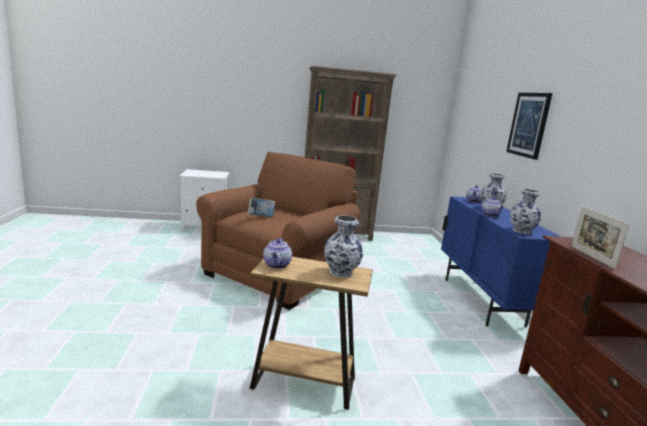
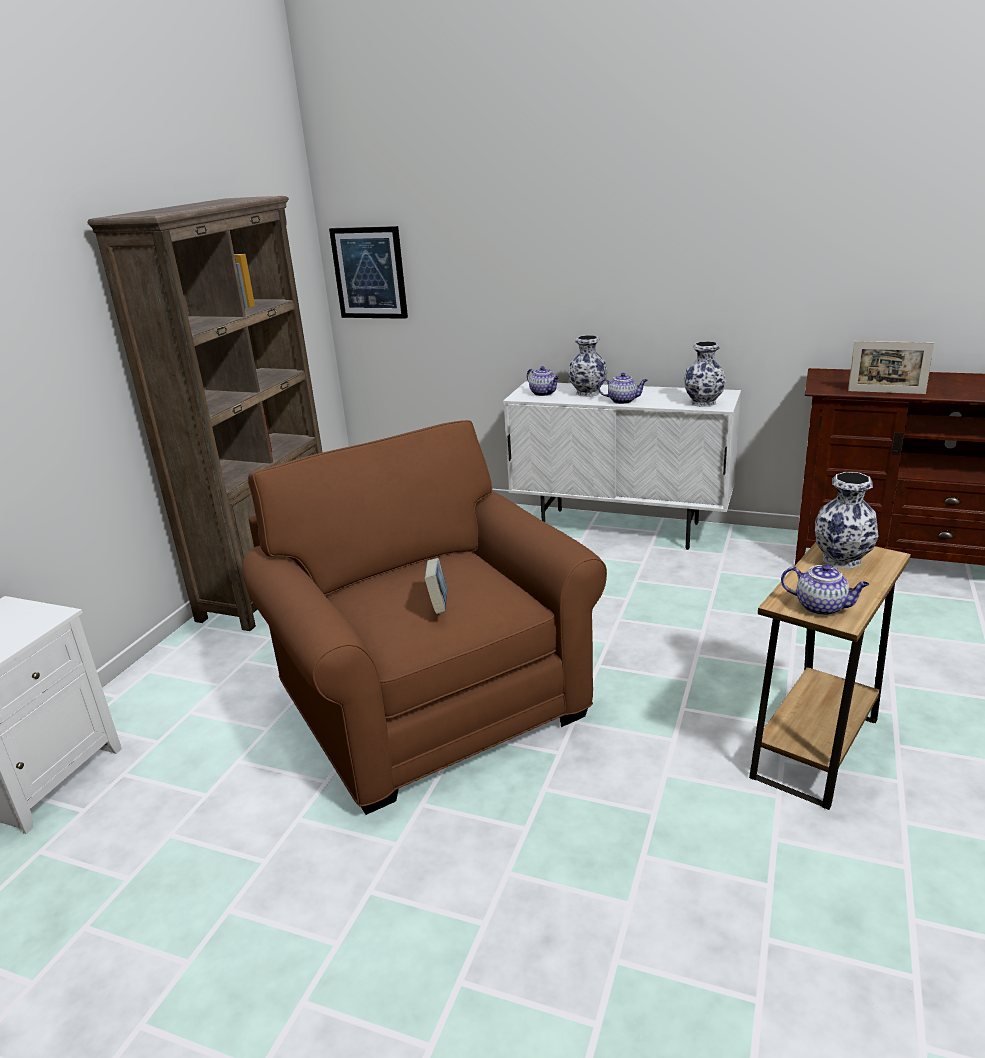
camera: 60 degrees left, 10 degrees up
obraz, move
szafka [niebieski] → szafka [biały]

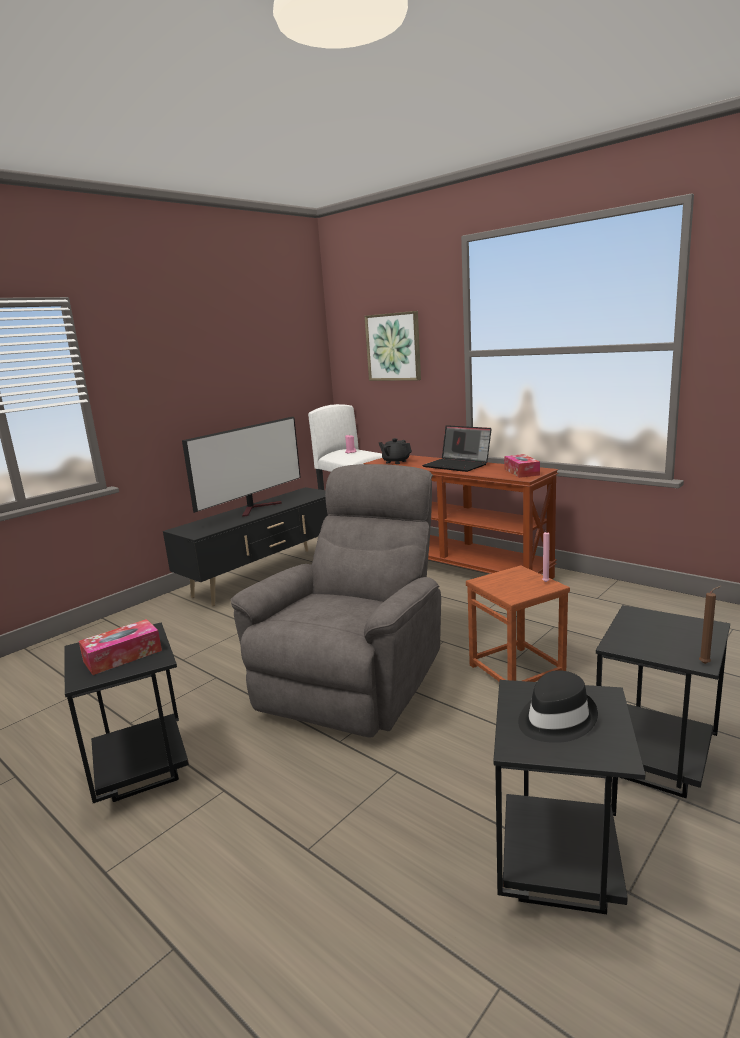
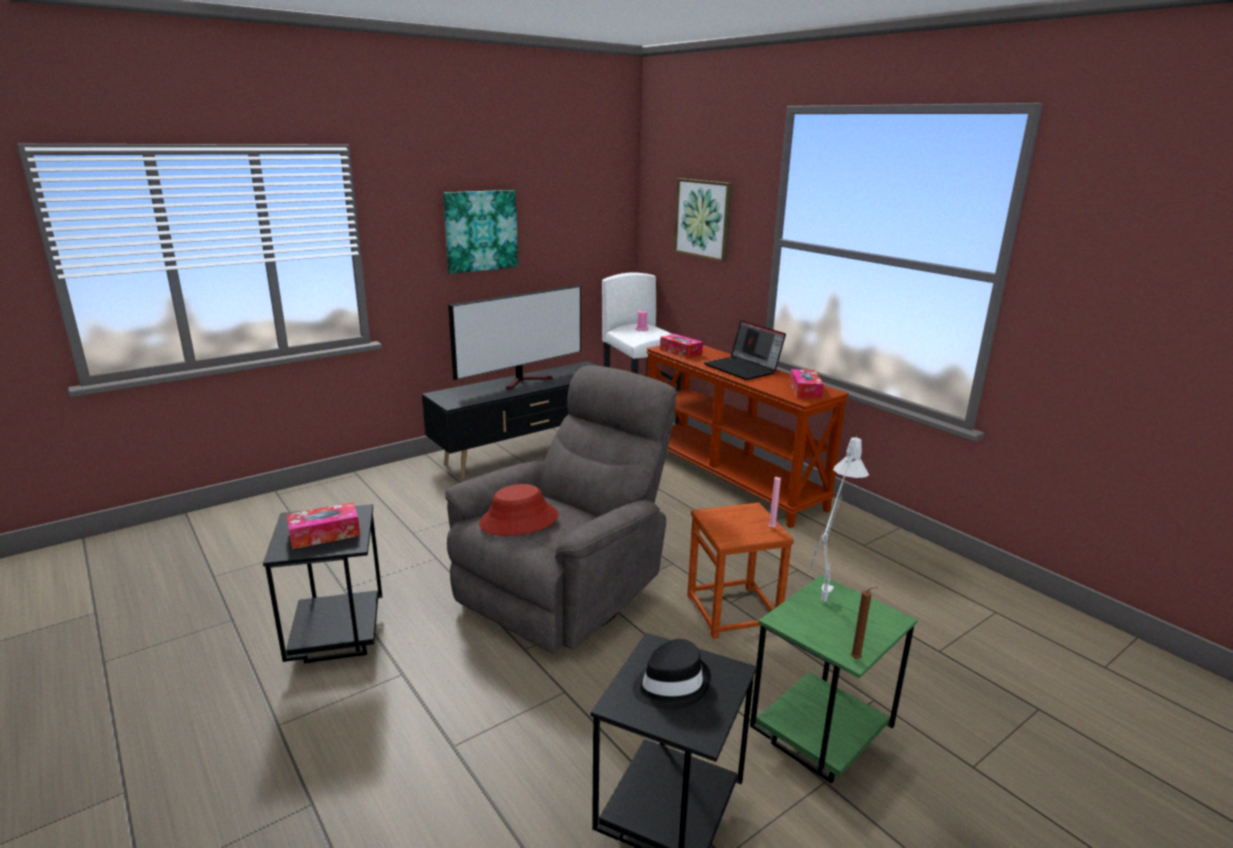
camera: 10 degrees right, 5 degrees up
imbryk [czarny] → pudełko chusteczek (2nd from left)
stolik [czarny] (3rd from left) → stolik [zielony]
- → obraz (1st from left)
- → lampa stołowa [szary]
- → kapelusz [czerwony]

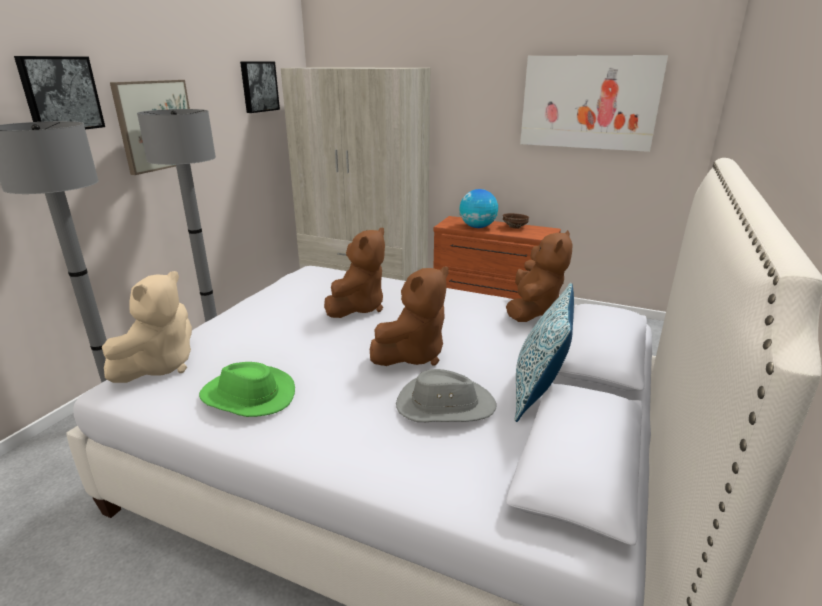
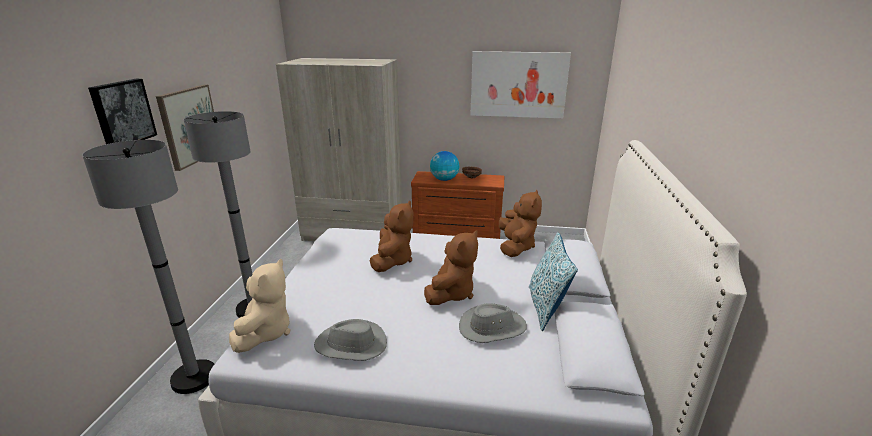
camera: 15 degrees left, 0 degrees up
obraz (3rd from left) → -
kapelusz [zielony] → kapelusz [szary] (1st from left)

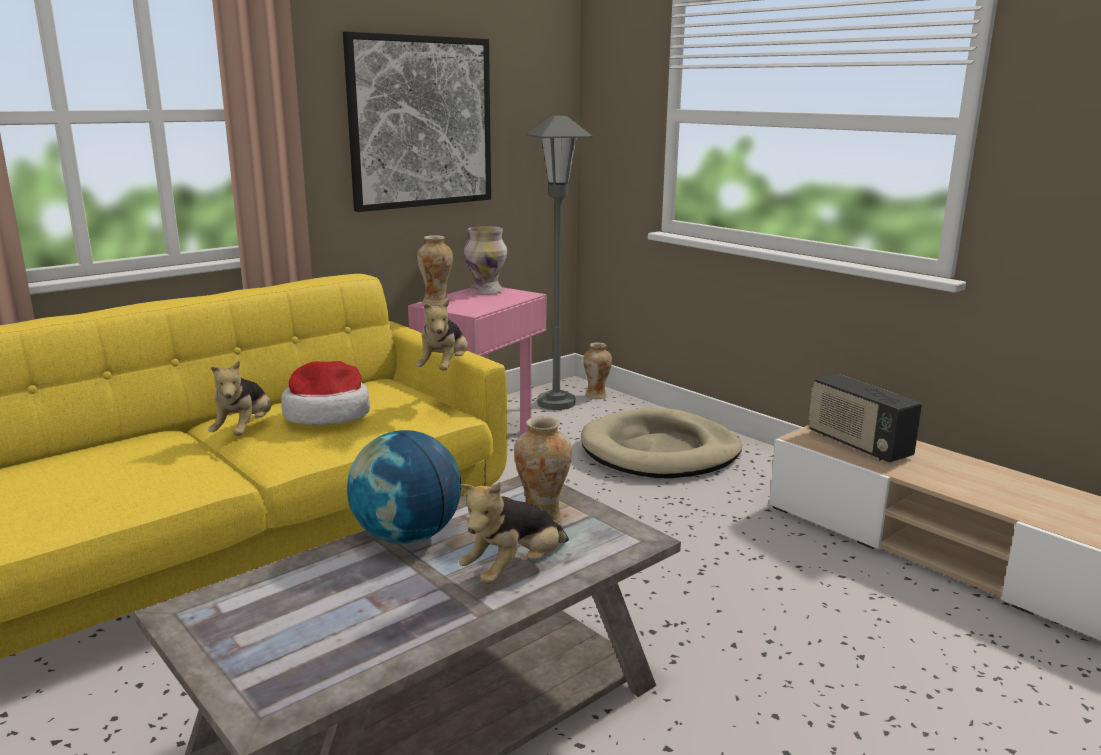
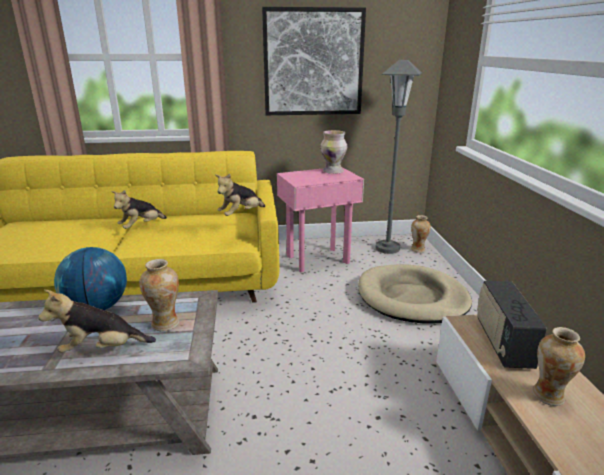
camera: 35 degrees right, 5 degrees up
wazon (1st from left in the first image) → wazon (4th from left), move
kapelusz → -

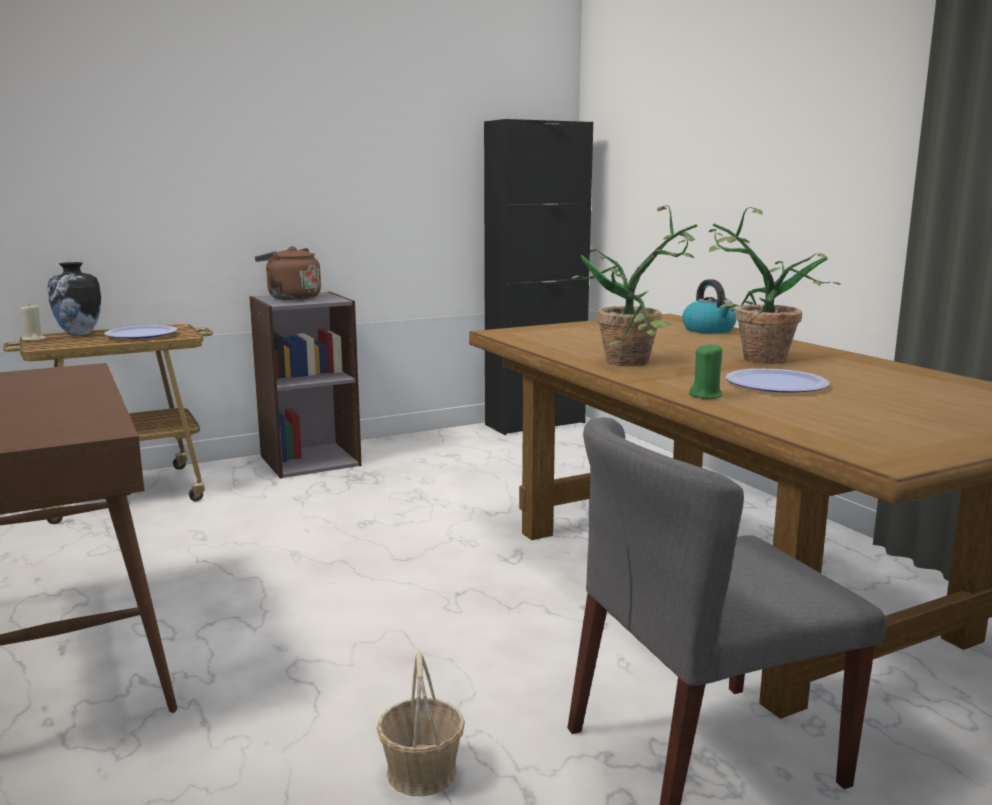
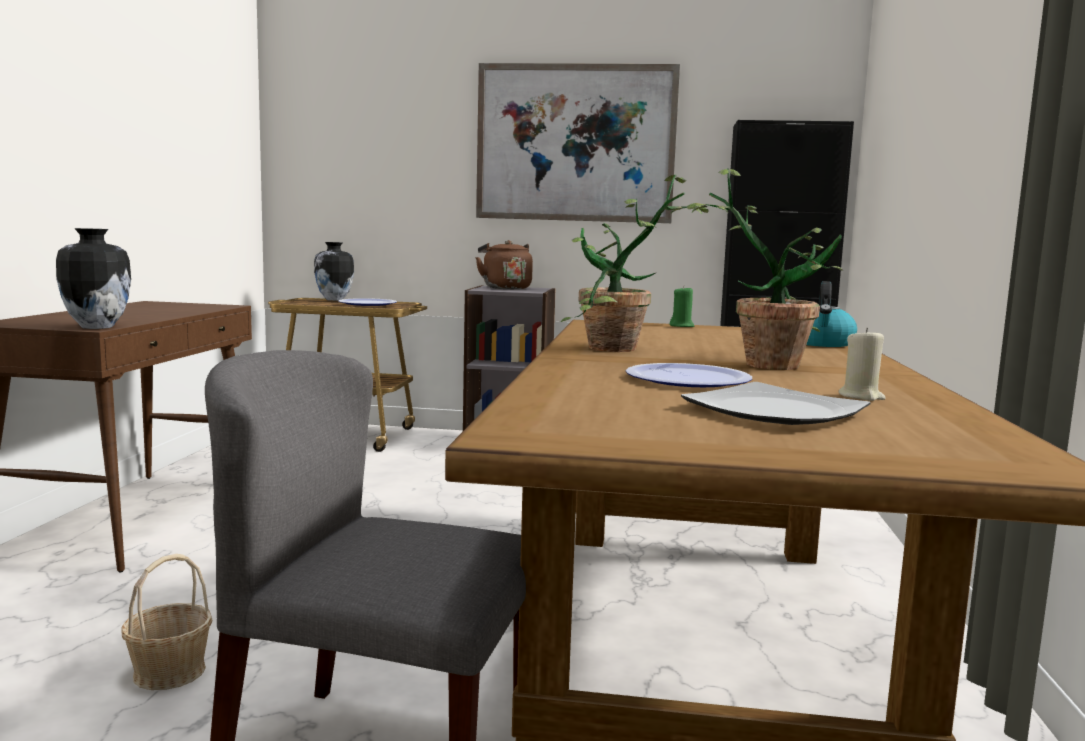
camera: 35 degrees right, 5 degrees down
świeca [beżowy], move
świeca [zielony], move
- → obraz
- → wazon (1st from left)
- → talerz (3rd from left)

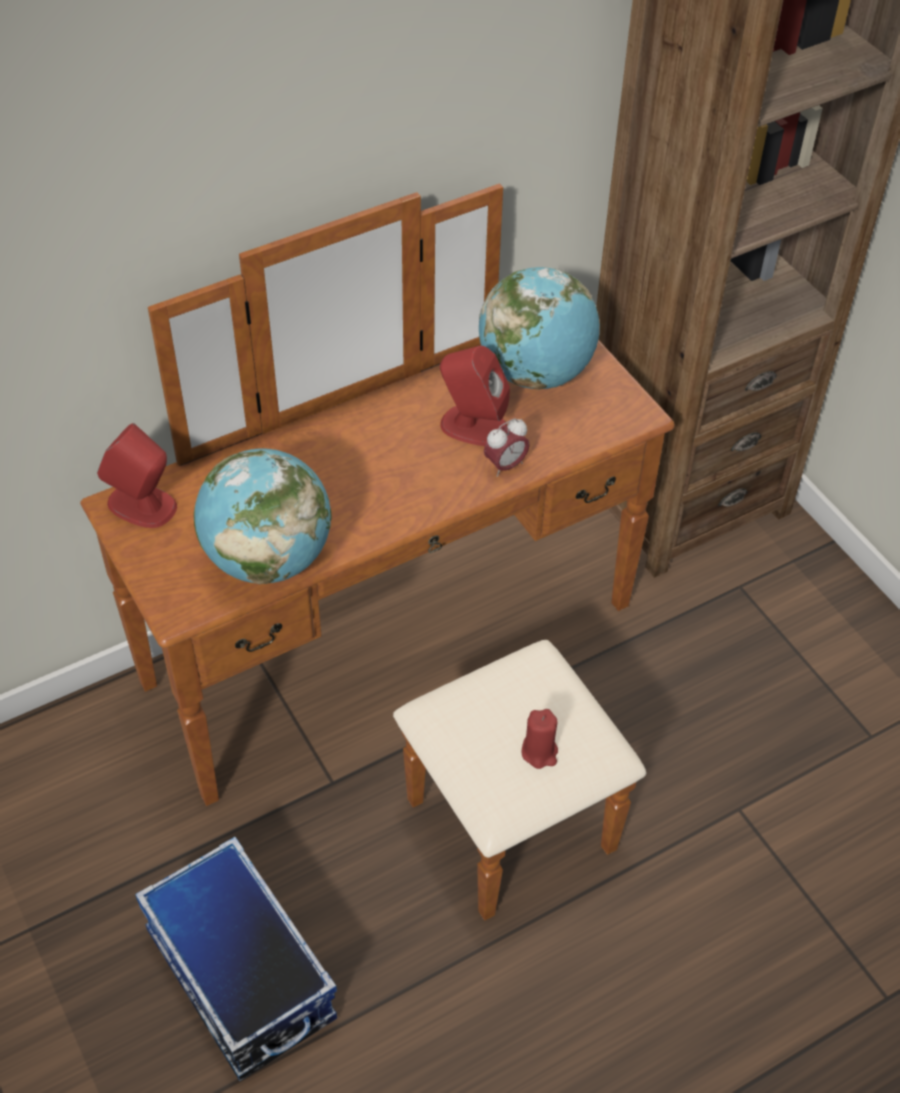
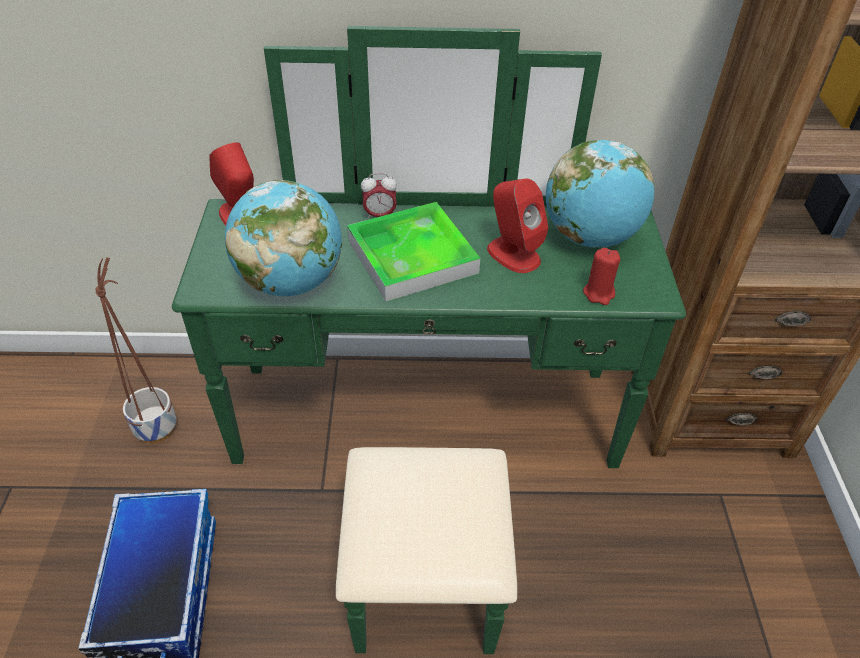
camera: 30 degrees right, 5 degrees down
komoda [brązowy] → komoda [zielony]
budzik, move
świeca [czerwony], move
- → taca
- → donica

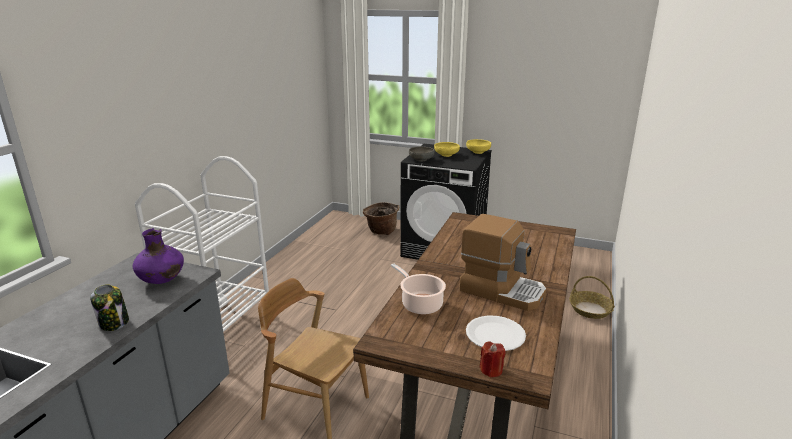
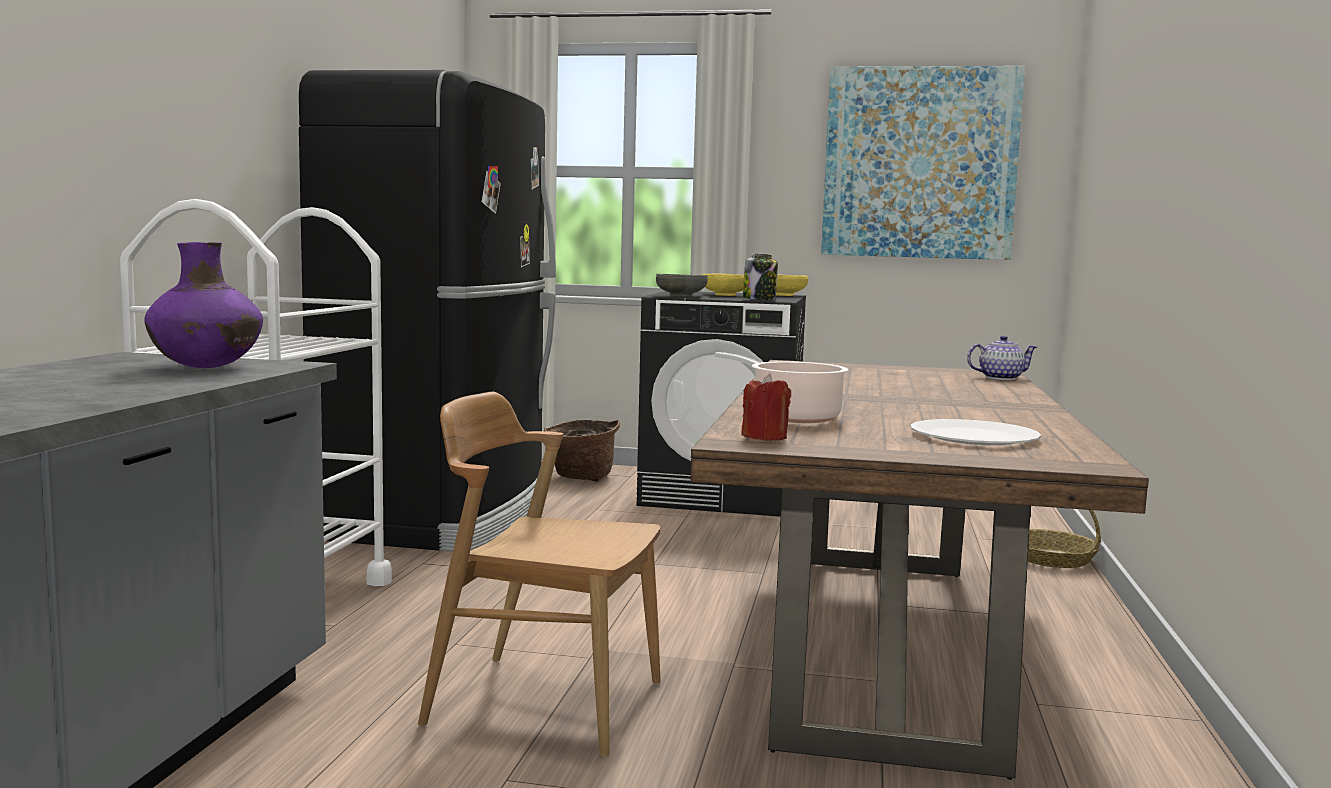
camera: 10 degrees left, 15 degrees down
ekspres do kawy → -
słoik, move
świeca [czerwony], move
- → obraz
- → lodówka [czarny]
- → imbryk

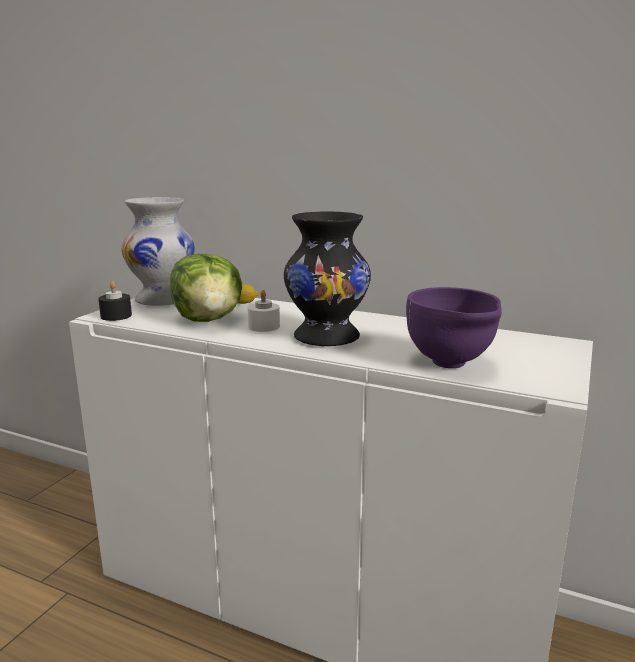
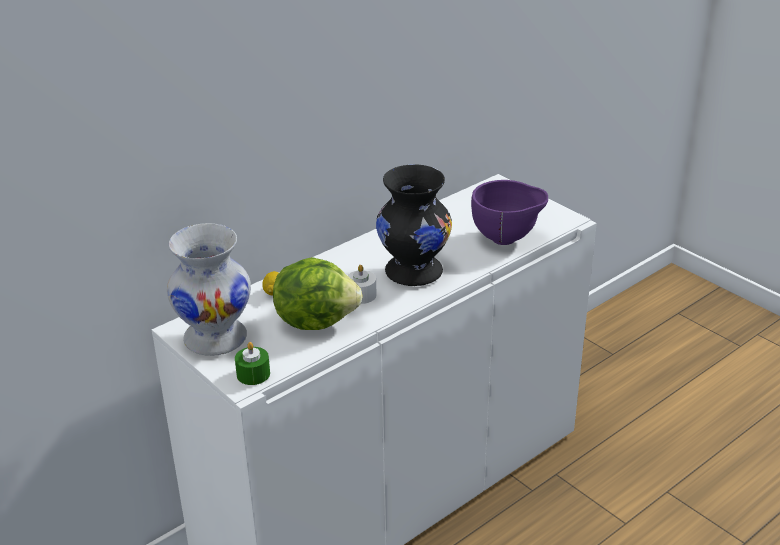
camera: 65 degrees left, 15 degrees up
świeca [czarny] → świeca [zielony]

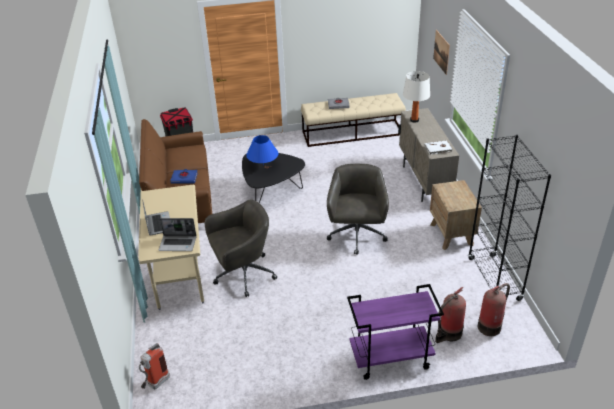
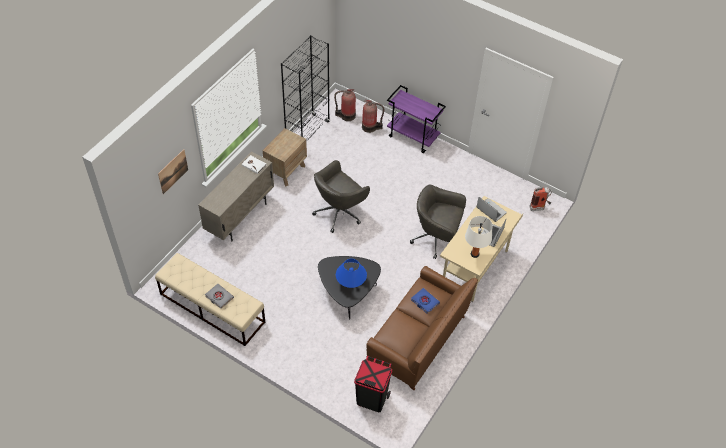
camera: 140 degrees left, 15 degrees up
lampa stołowa [biały], move

